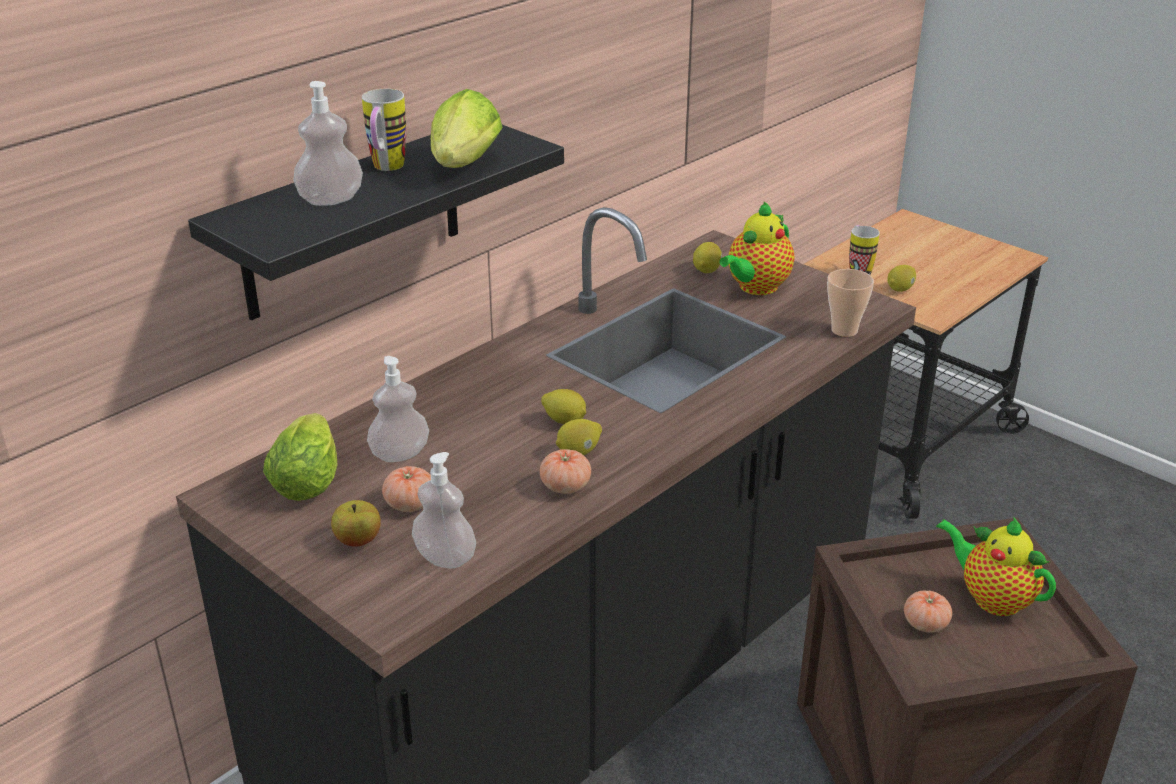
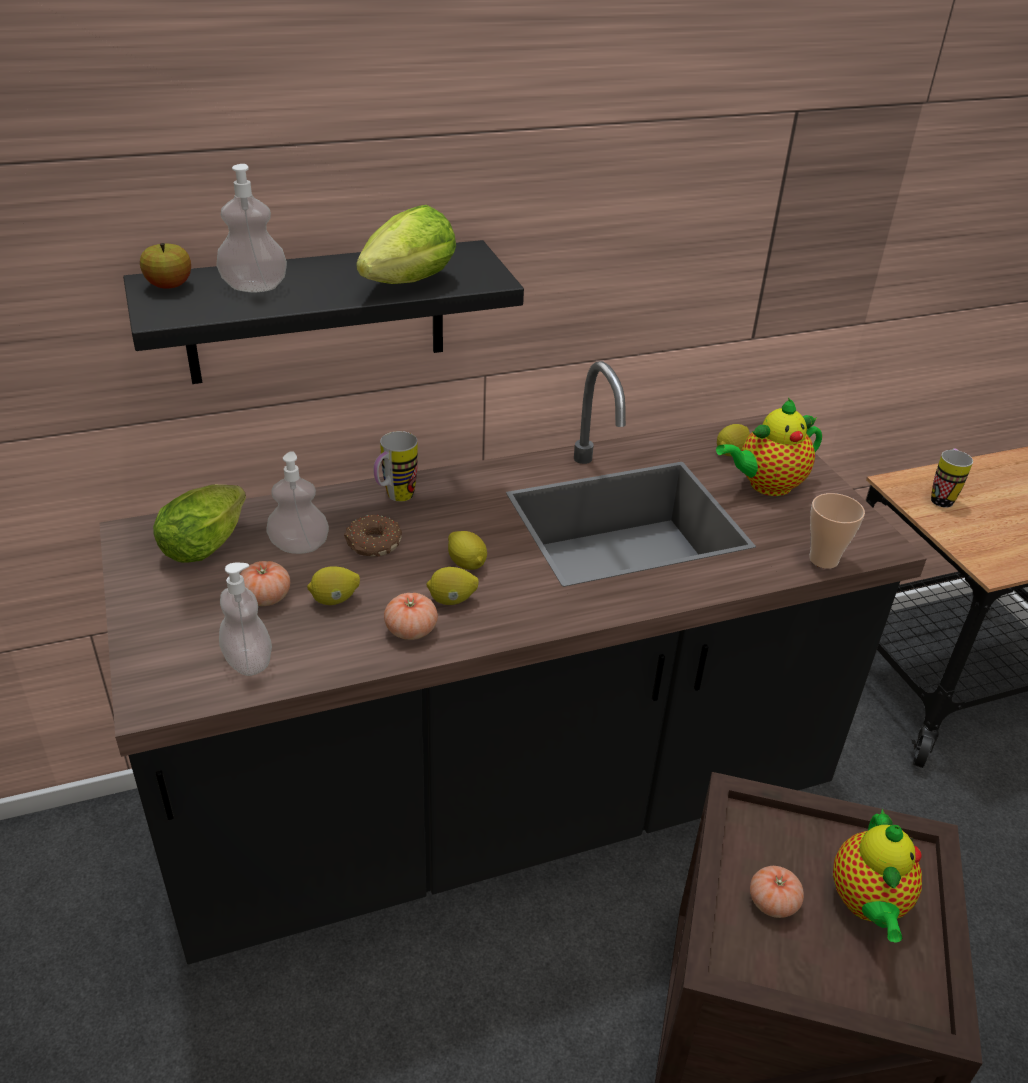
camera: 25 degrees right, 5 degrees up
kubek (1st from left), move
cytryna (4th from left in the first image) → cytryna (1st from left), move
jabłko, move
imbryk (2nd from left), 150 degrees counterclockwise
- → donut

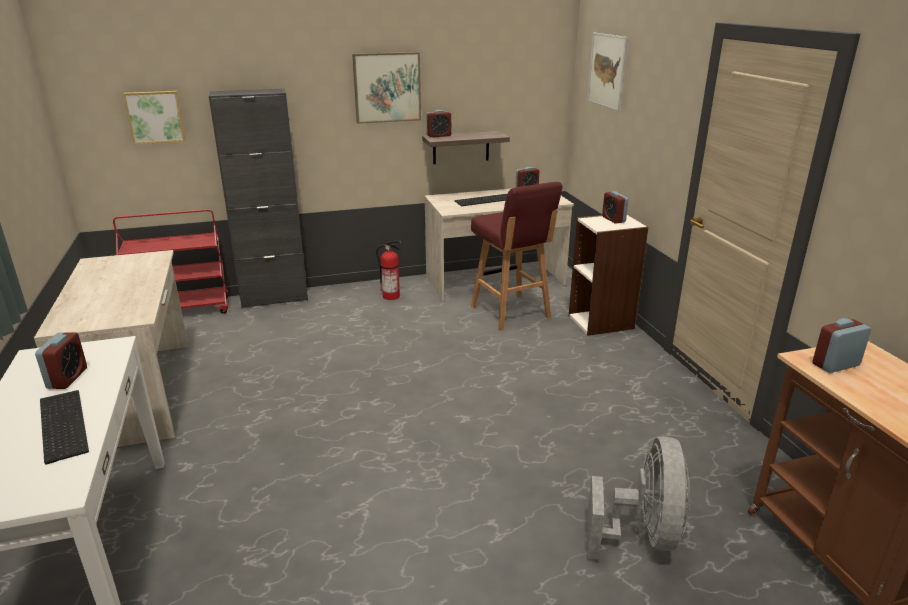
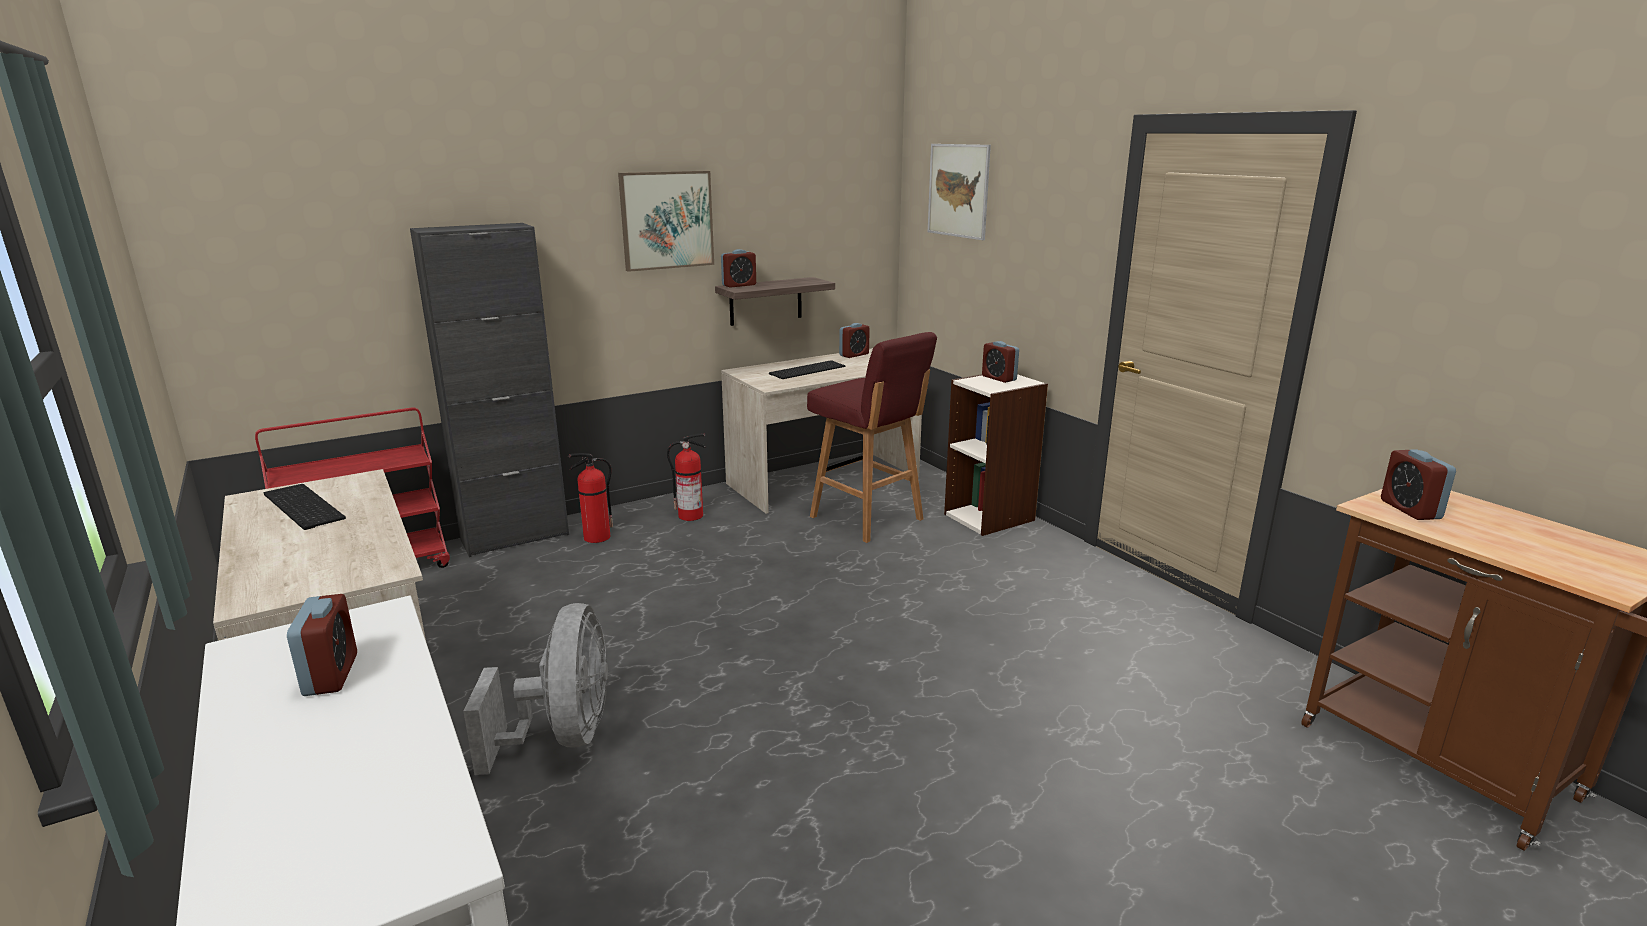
camera: 15 degrees left, 5 degrees down
obraz (1st from left) → -
budzik (5th from left), 60 degrees counterclockwise
klawiatura (1st from left), move
wentylator [szary], move
- → gaśnica (1st from left)

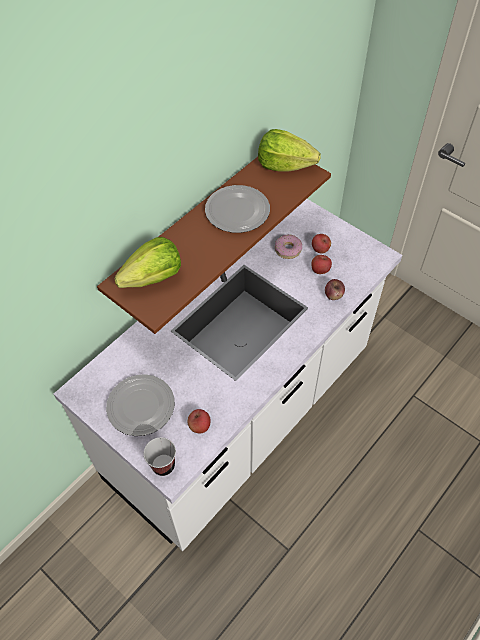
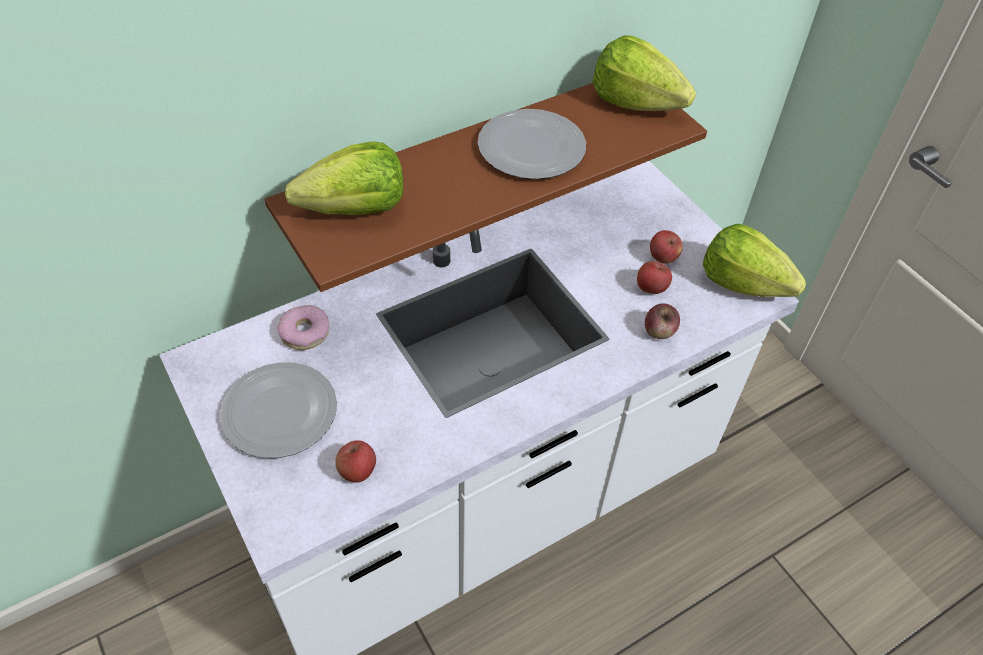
camera: 15 degrees right, 5 degrees down
donut, move
filiżanka → -
- → sałata (3rd from left)

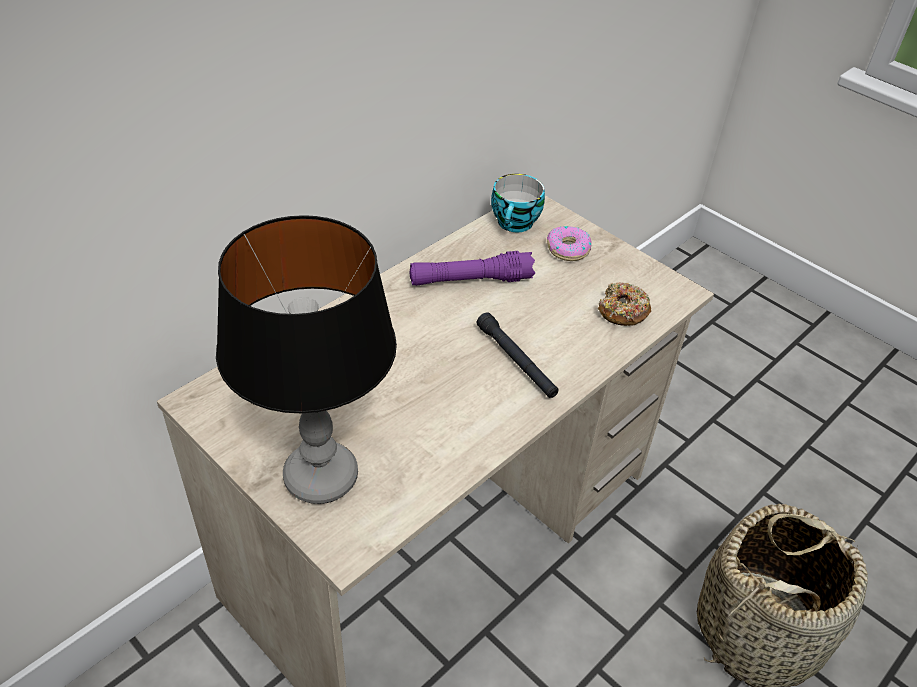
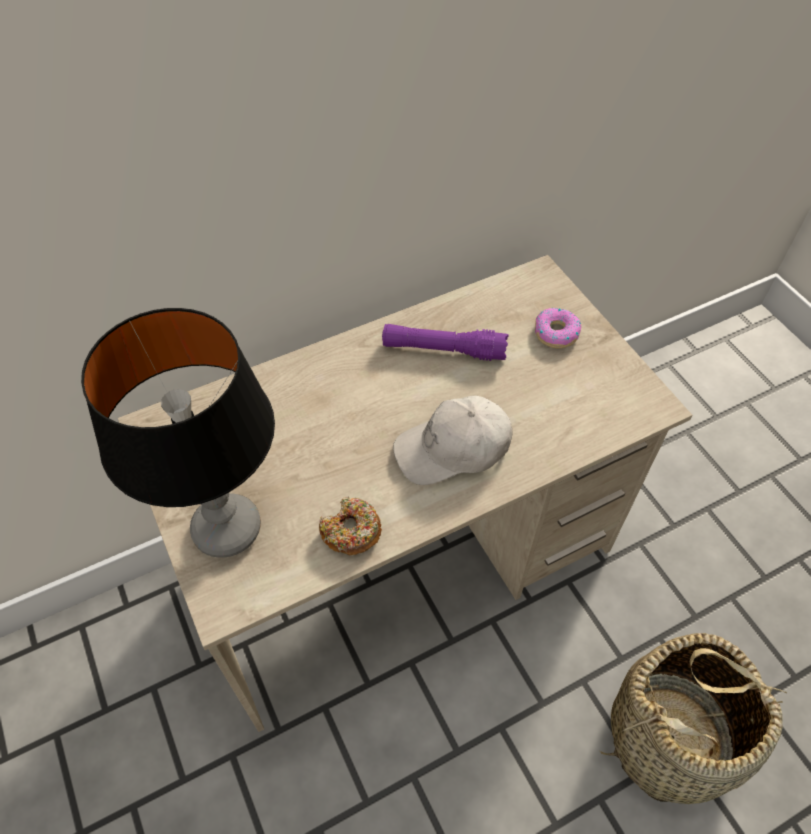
camera: 20 degrees right, 10 degrees up
filiżanka → -
donut (2nd from left in the first image) → donut (1st from left), move
latarka [czarny] → czapka z daszkiem [biały]

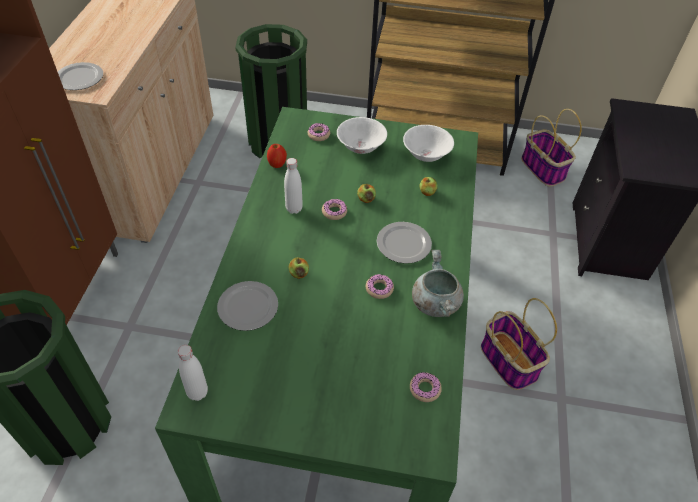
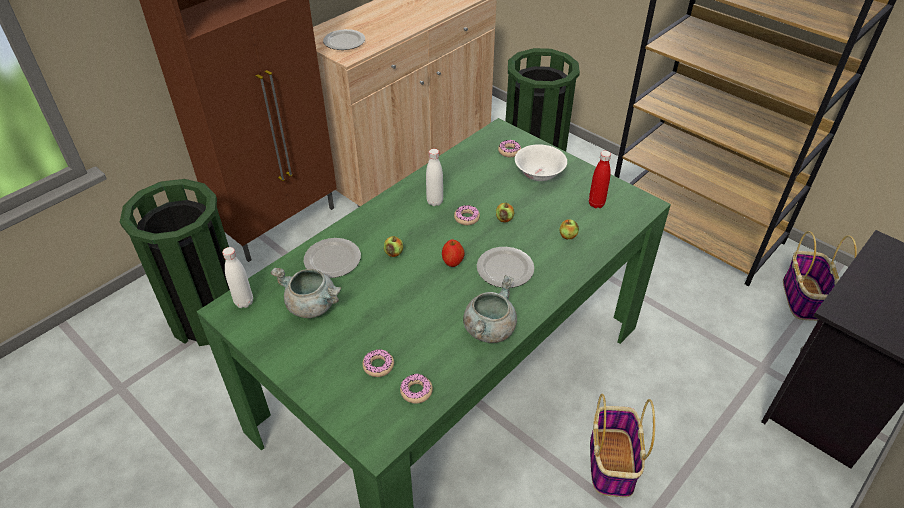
camera: 35 degrees right, 5 degrees down
miska [biały] (2nd from left) → butelka [czerwony]
jabłko (1st from left in the first image) → jabłko (2nd from left), move
donut (3rd from left in the first image) → donut (1st from left), move
- → garnek [szary] (1st from left)

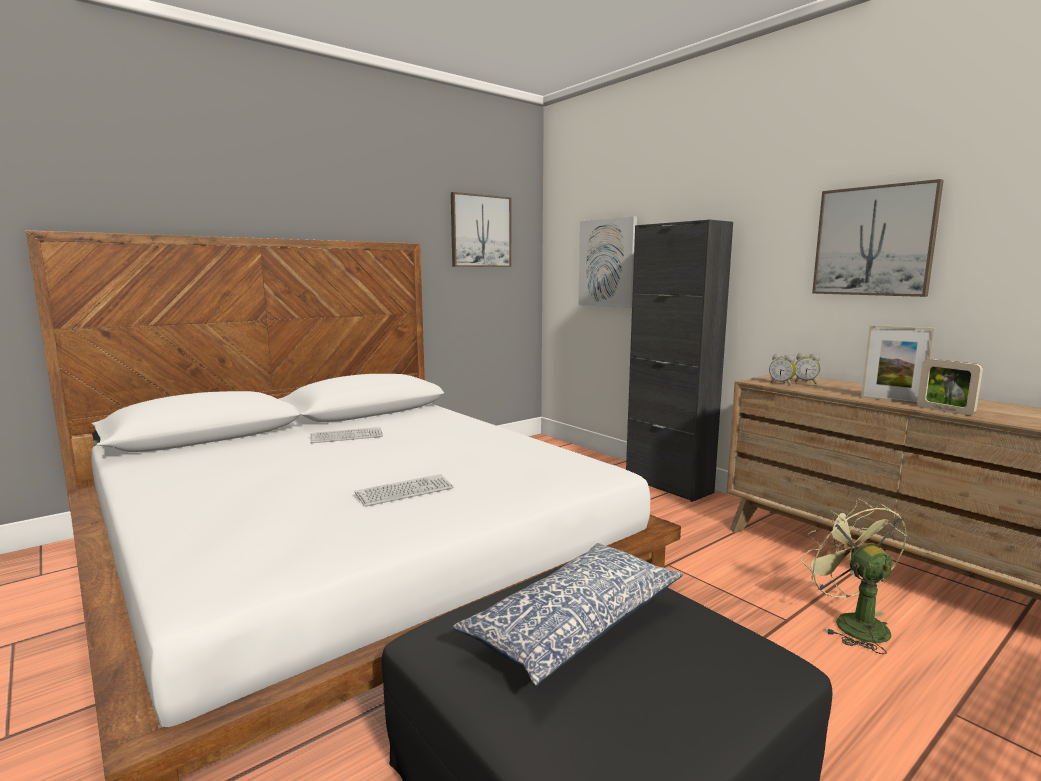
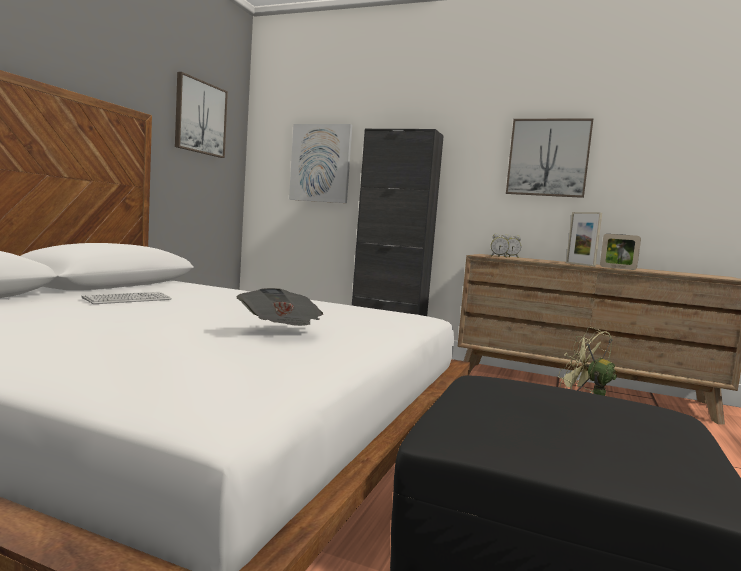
camera: 30 degrees left, 5 degrees down
ramka na zdjęcie (1st from left), 60 degrees clockwise
klawiatura (2nd from left) → gazeta
poduszka → -

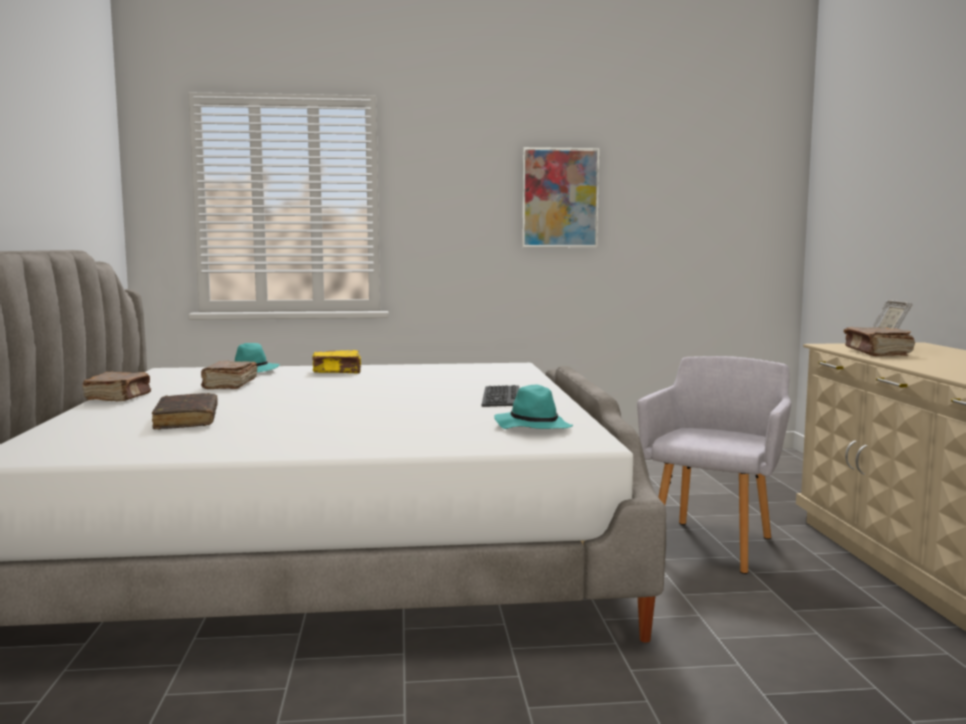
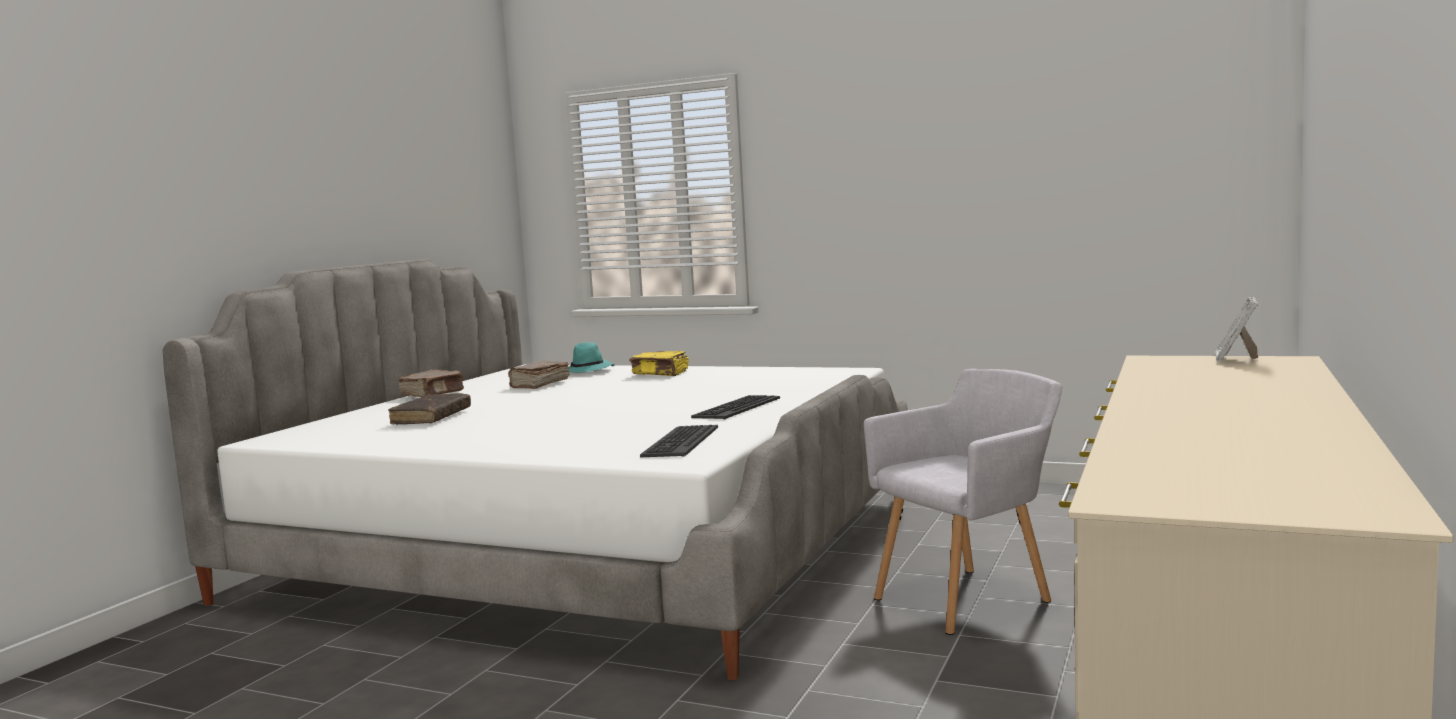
camera: 30 degrees right, 0 degrees up
obraz → -
książka [brązowy] (4th from left) → -
kapelusz [turkusowy] (2nd from left) → klawiatura (1st from left)

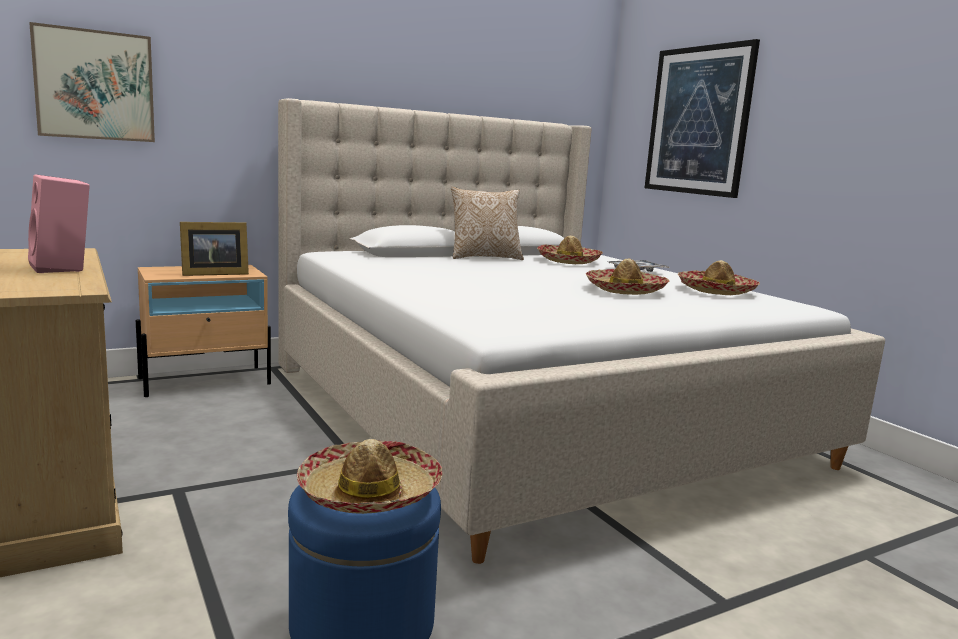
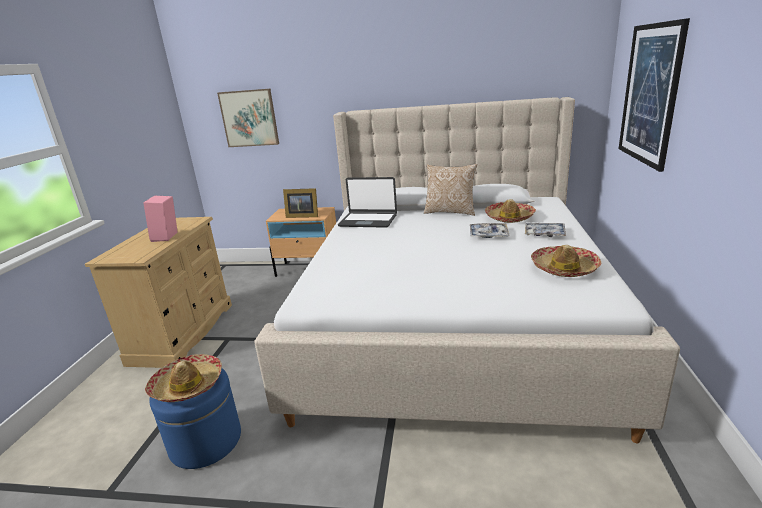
camera: 40 degrees right, 10 degrees up
kapelusz (3rd from left) → -
- → laptop
- → taca (1st from left)

